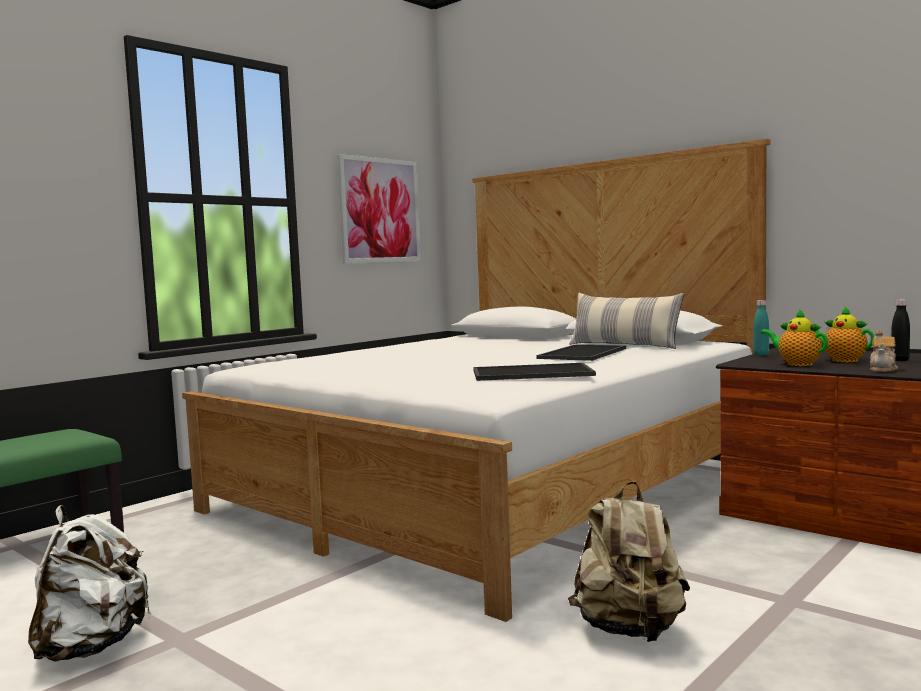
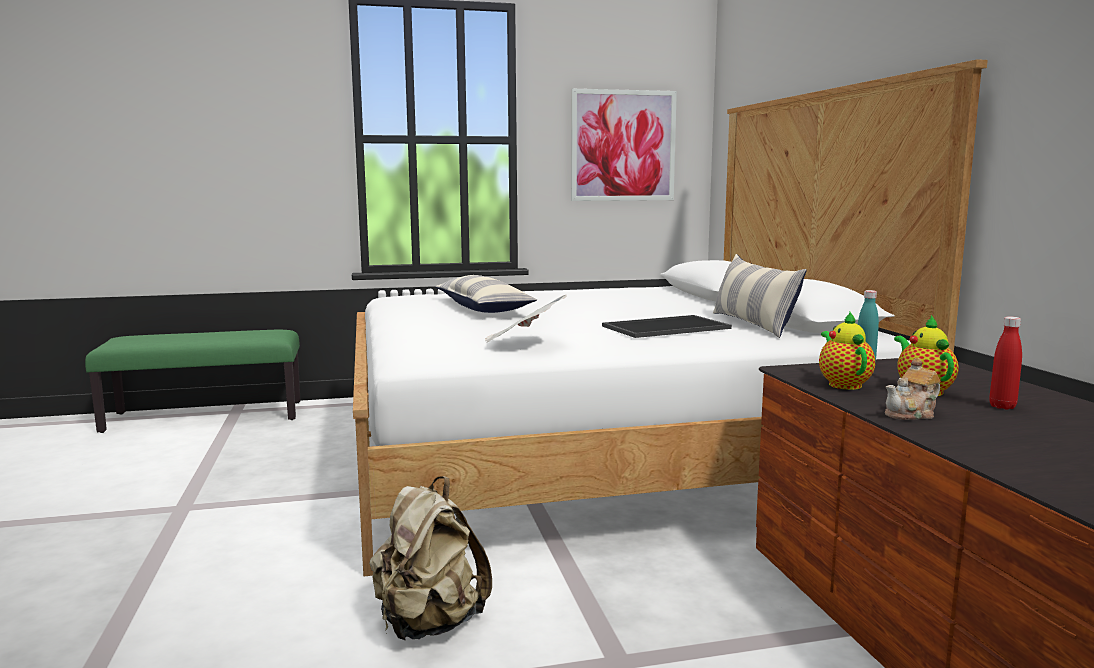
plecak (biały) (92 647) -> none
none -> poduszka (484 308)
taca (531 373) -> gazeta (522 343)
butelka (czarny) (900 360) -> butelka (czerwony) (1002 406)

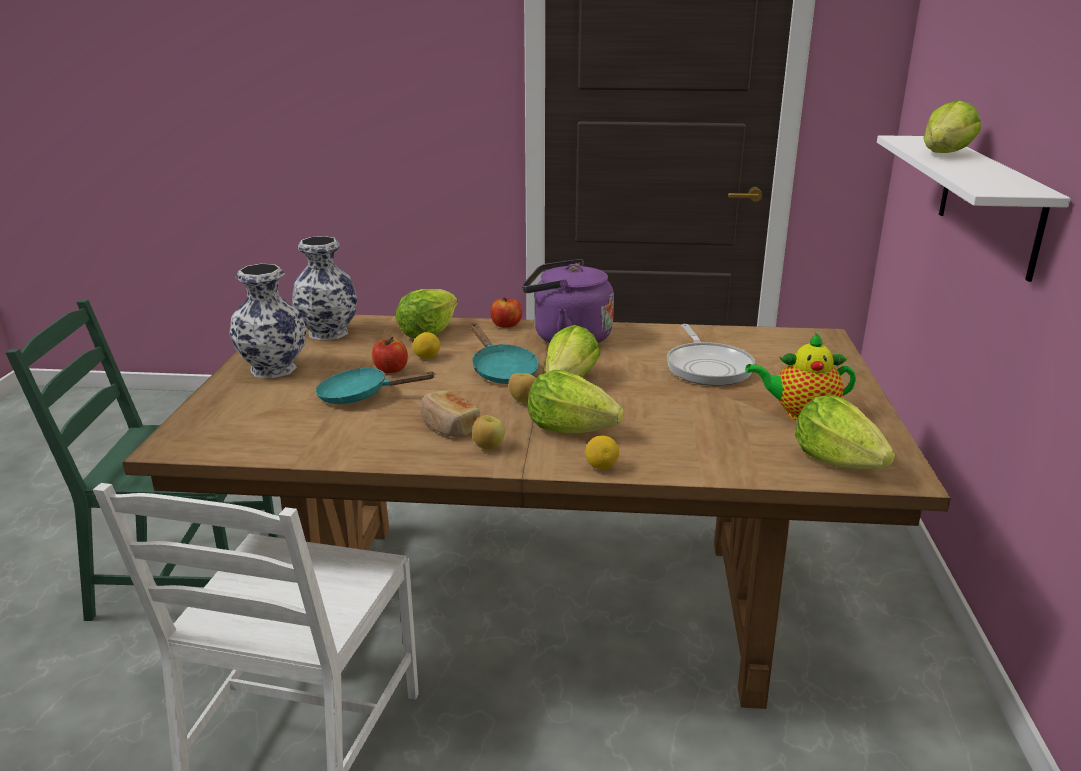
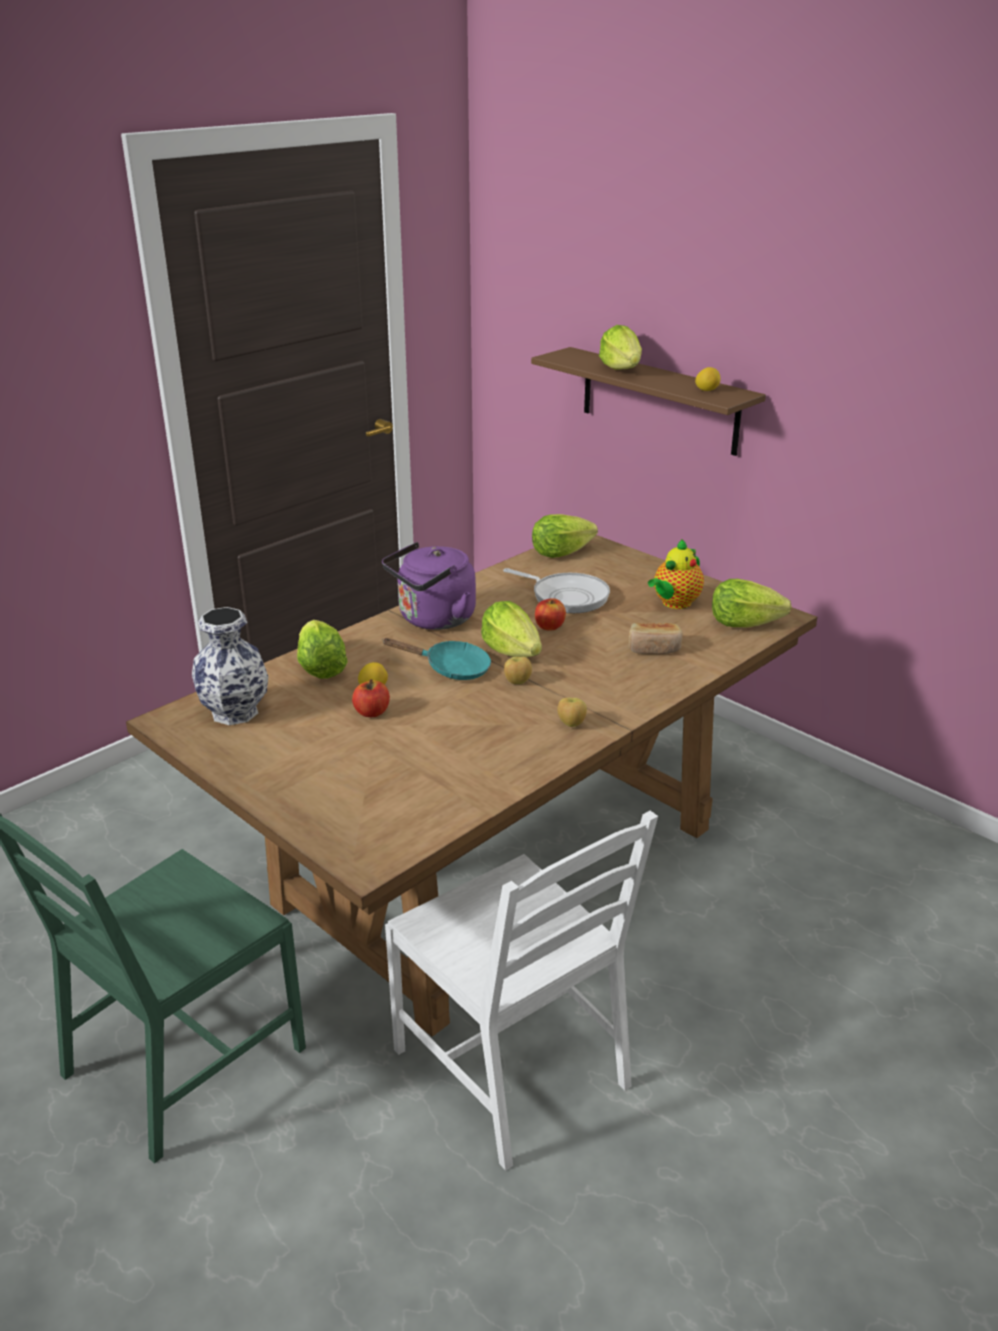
wazon (274 368) -> none
patelnia (turkusowy) (360 396) -> none
chleb (449 426) -> chleb (654 649), move
jabłko (506 325) -> jabłko (549 626), move
sałata (570 429) -> sałata (560 553), move
cytryna (601 467) -> cytryna (707 390), move
półka (biały) (989 203) -> półka (brązowy) (659 401)

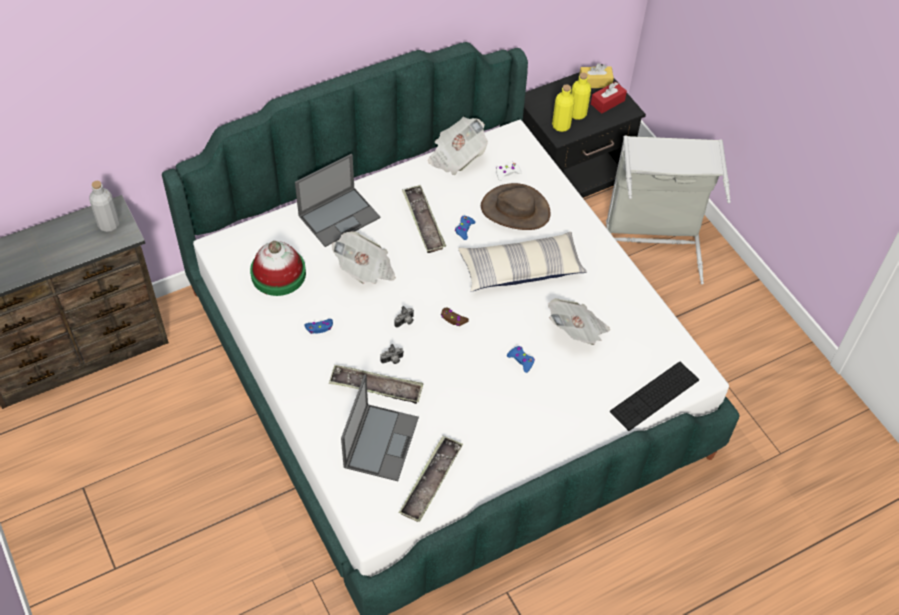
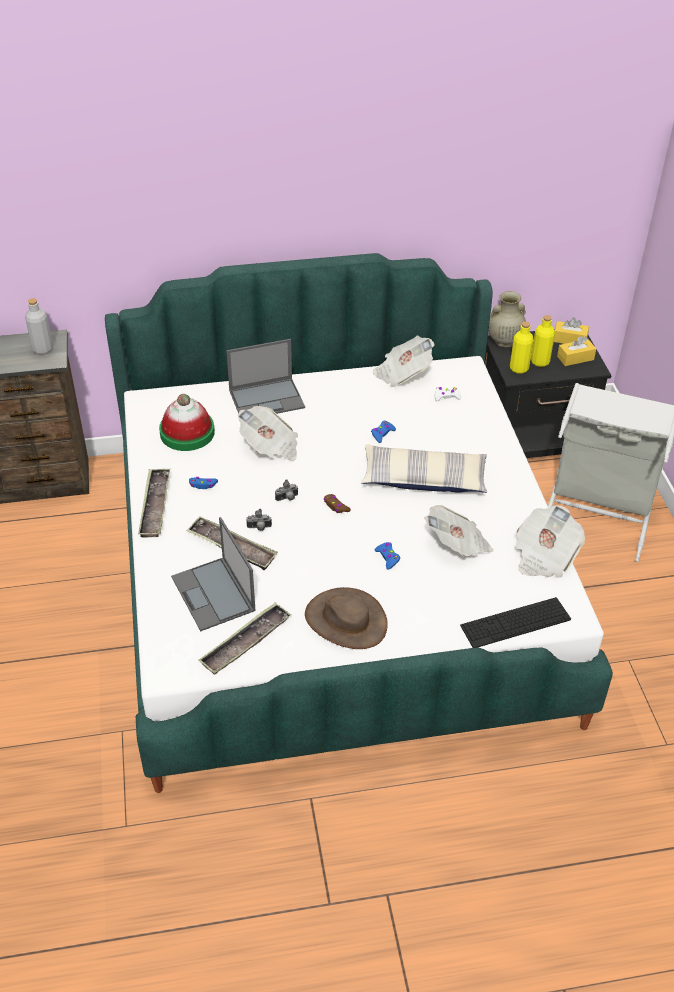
none -> wazon (beżowy) (504 341)
none -> gazeta (544 556)
taca (423 222) -> taca (155 506), move
kapelusz (brązowy) (515 210) -> kapelusz (brązowy) (346 620), move
pudełko chusteczek (czerwony) (607 102) -> pudełko chusteczek (żółty) (575 358)
laptop (381 441) -> laptop (214 594), 120 degrees clockwise

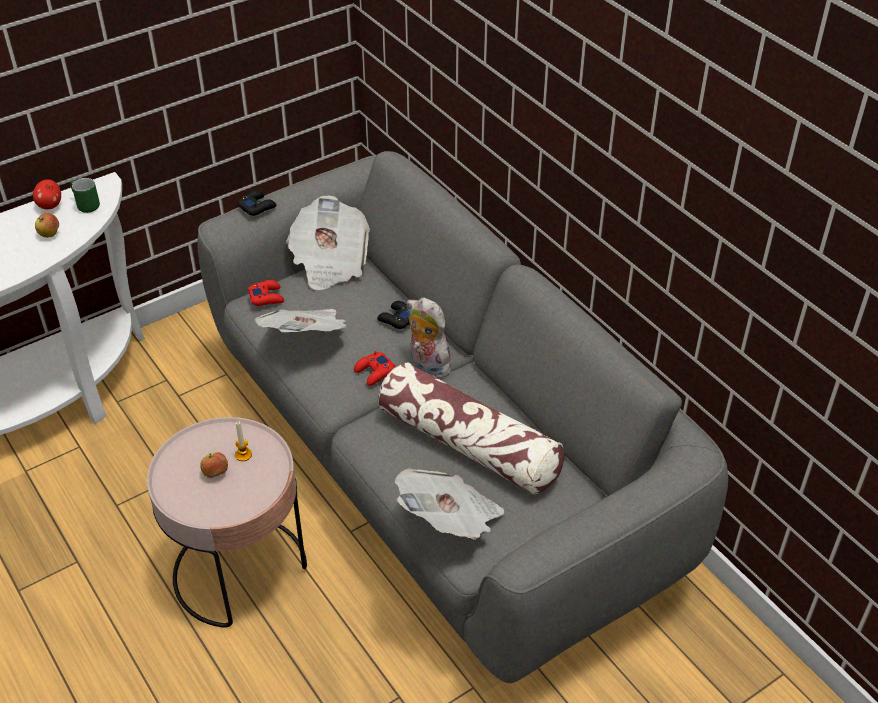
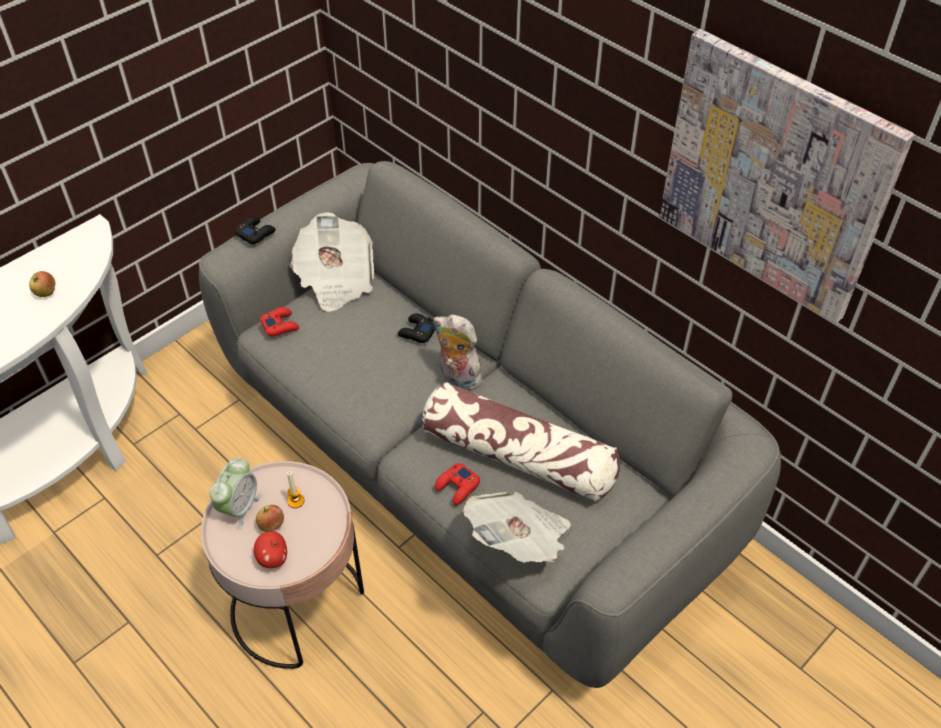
kubek (zielony) (84 205) -> none
gazeta (306 338) -> none
none -> budzik (239 507)
none -> obraz (774 177)
jabłko (50 205) -> jabłko (273 558), move
pad do gier (czerwony) (374 372) -> pad do gier (czerwony) (457 487), move

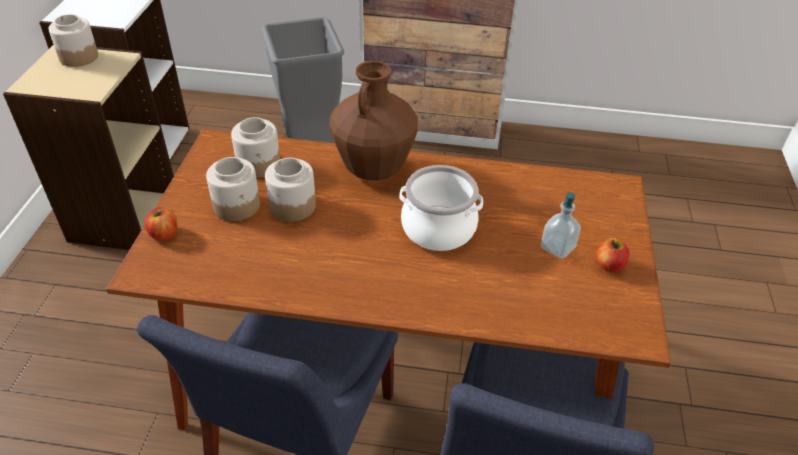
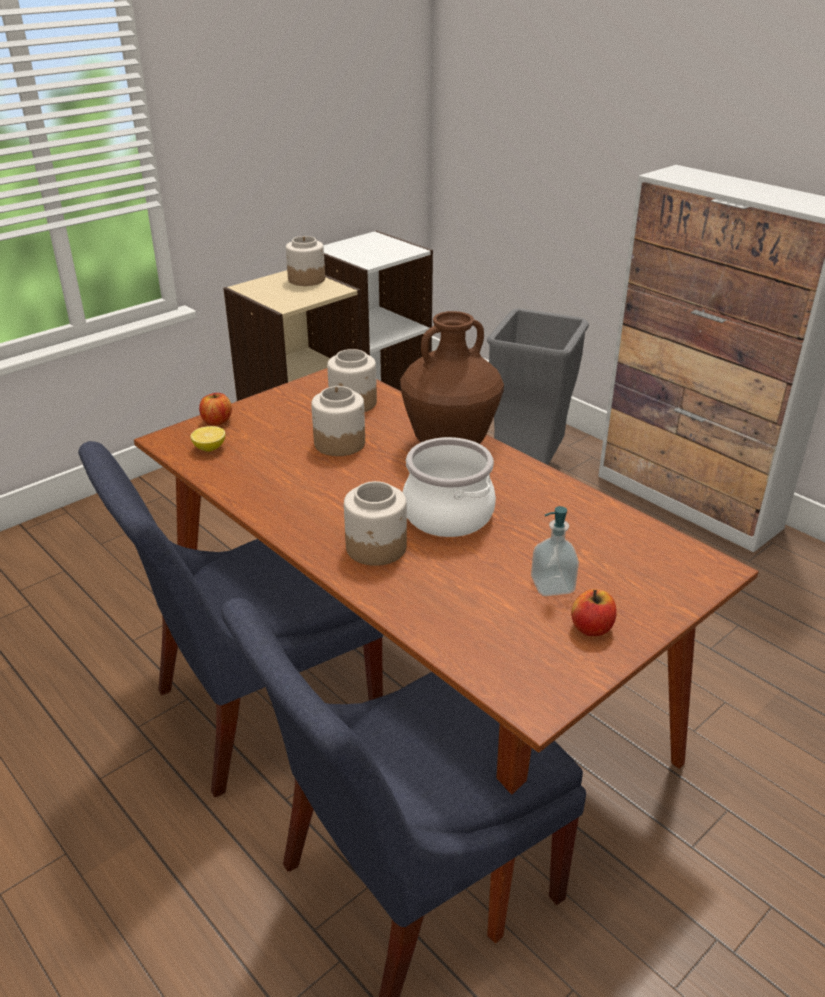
none -> cytryna (210 448)
słoik (237 206) -> słoik (376 548), move

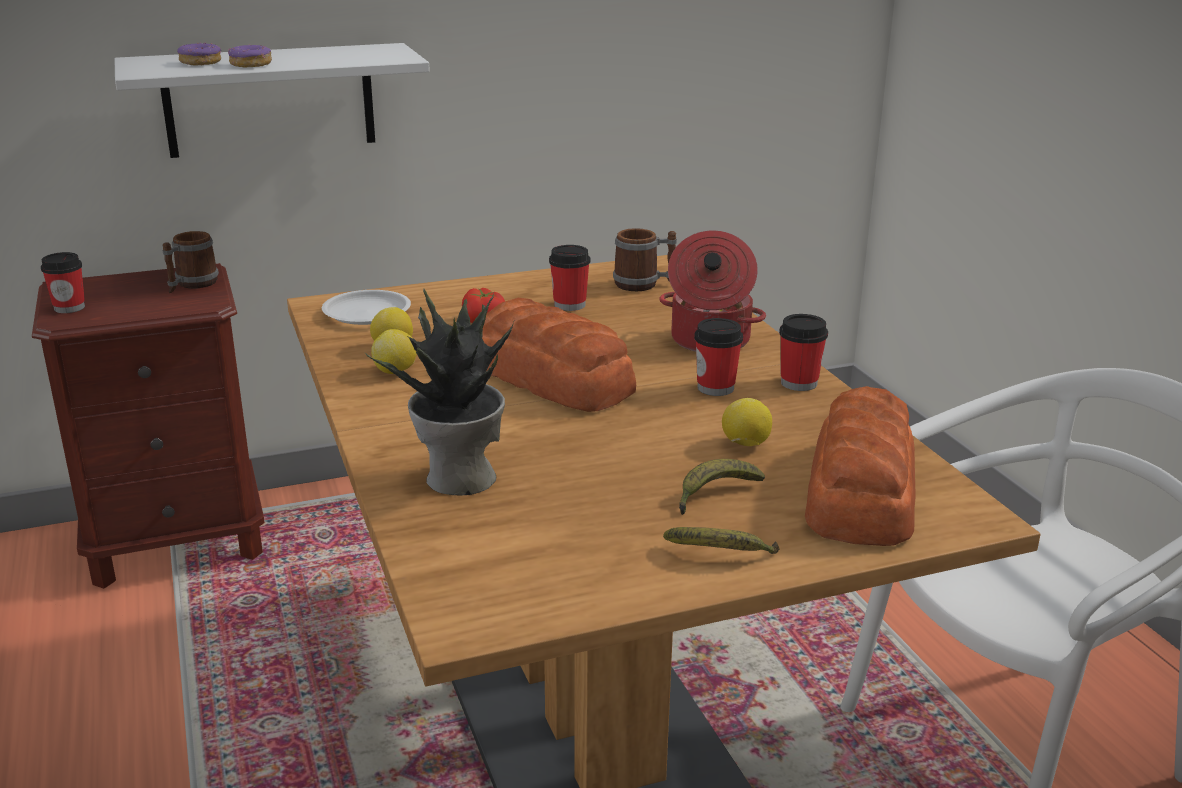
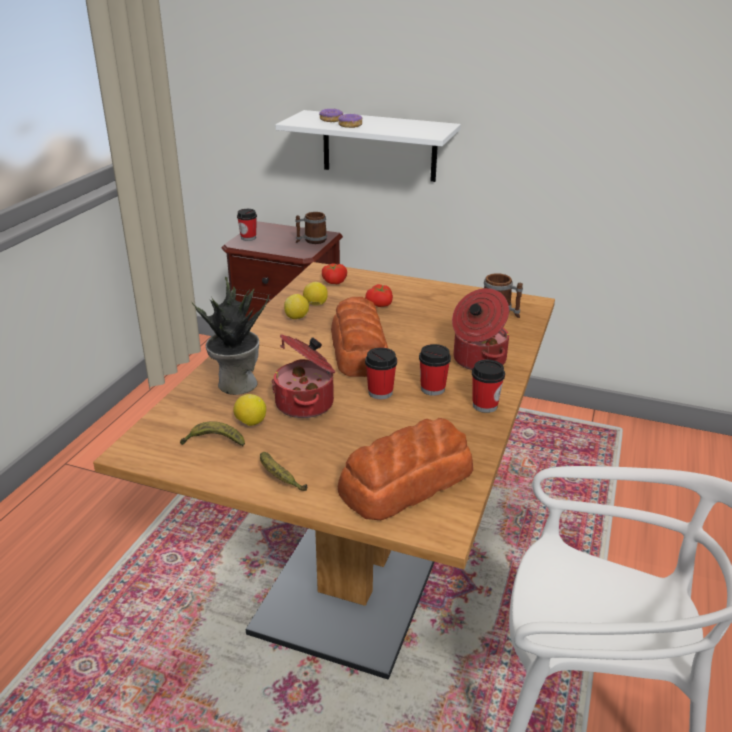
none -> garnek (306 403)
filiżanka (569 305) -> filiżanka (380 392), move
banan (714 495) -> banan (214 442), move
cytryna (745 444) -> cytryna (250 422), move
talerz (biały) (367 313) -> pomidor (333 282)

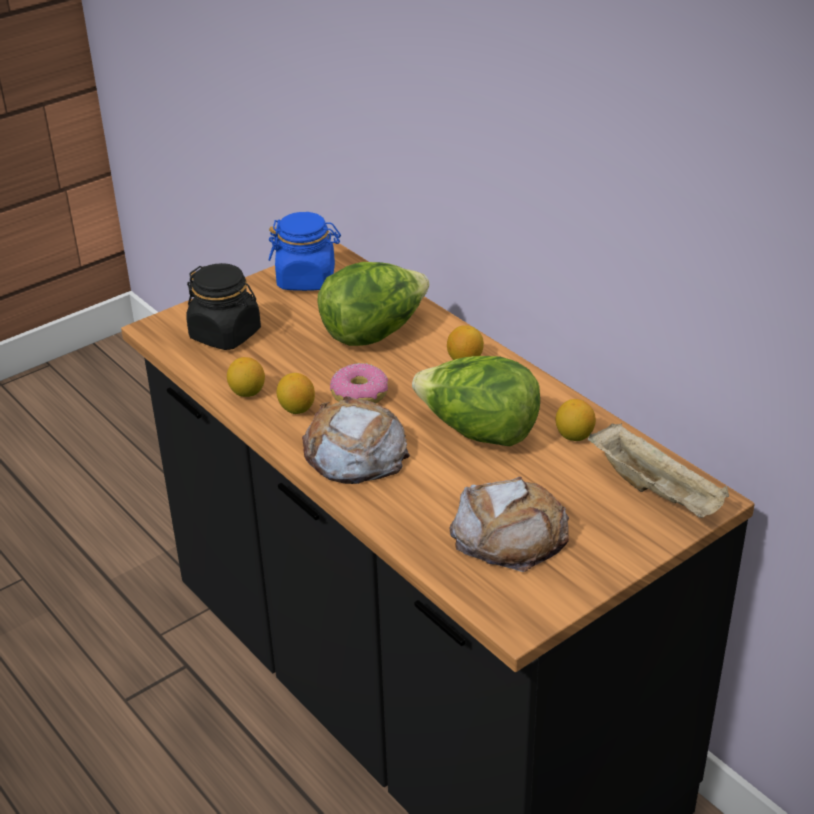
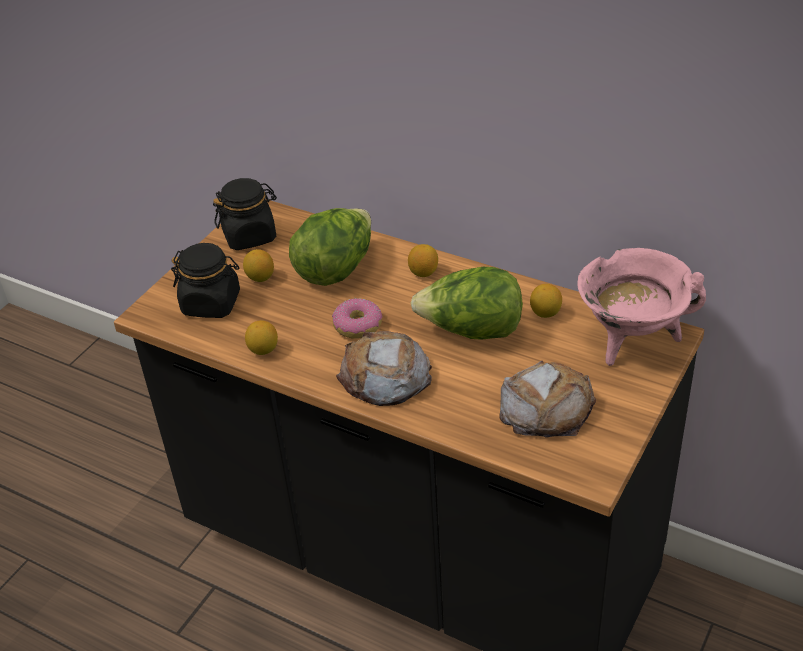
cytryna (297 409) -> cytryna (260 278), move
taca (beżowy) (656 491) -> garnek (różowy) (631 340)
słoik (niebieski) (307 279) -> słoik (czarny) (250 236)

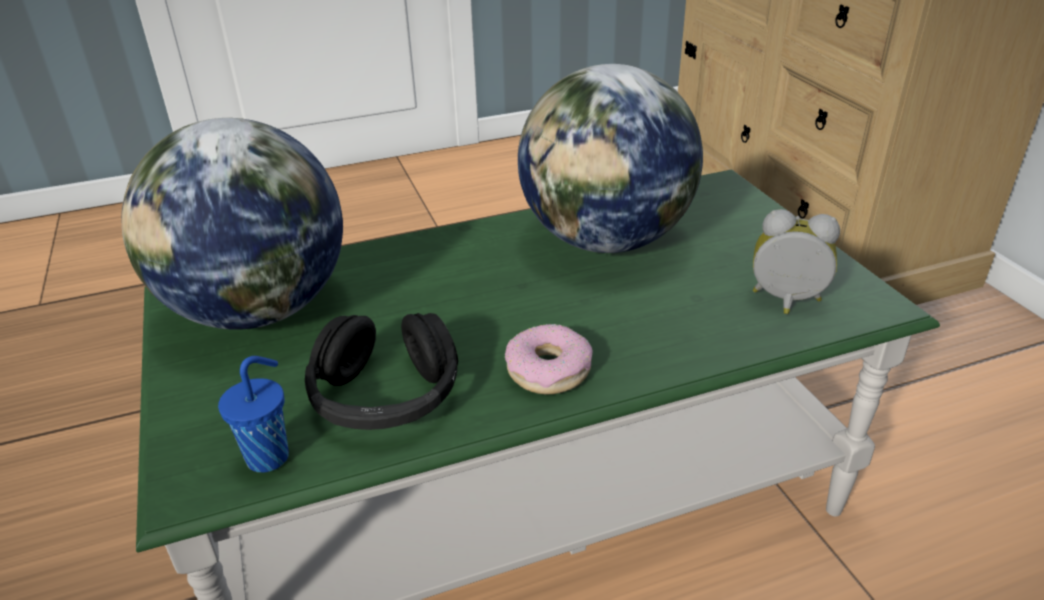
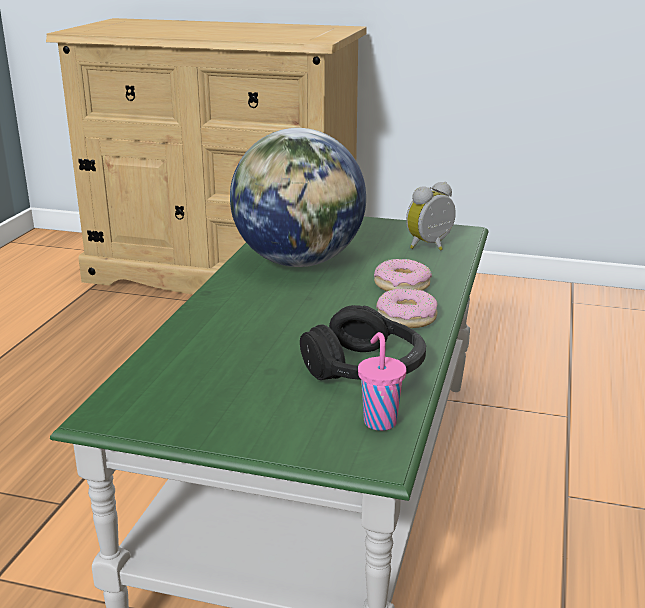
globus (258 311) -> none
none -> donut (401 285)
filiżanka (niebieski) (270 456) -> filiżanka (różowy) (379 421)

